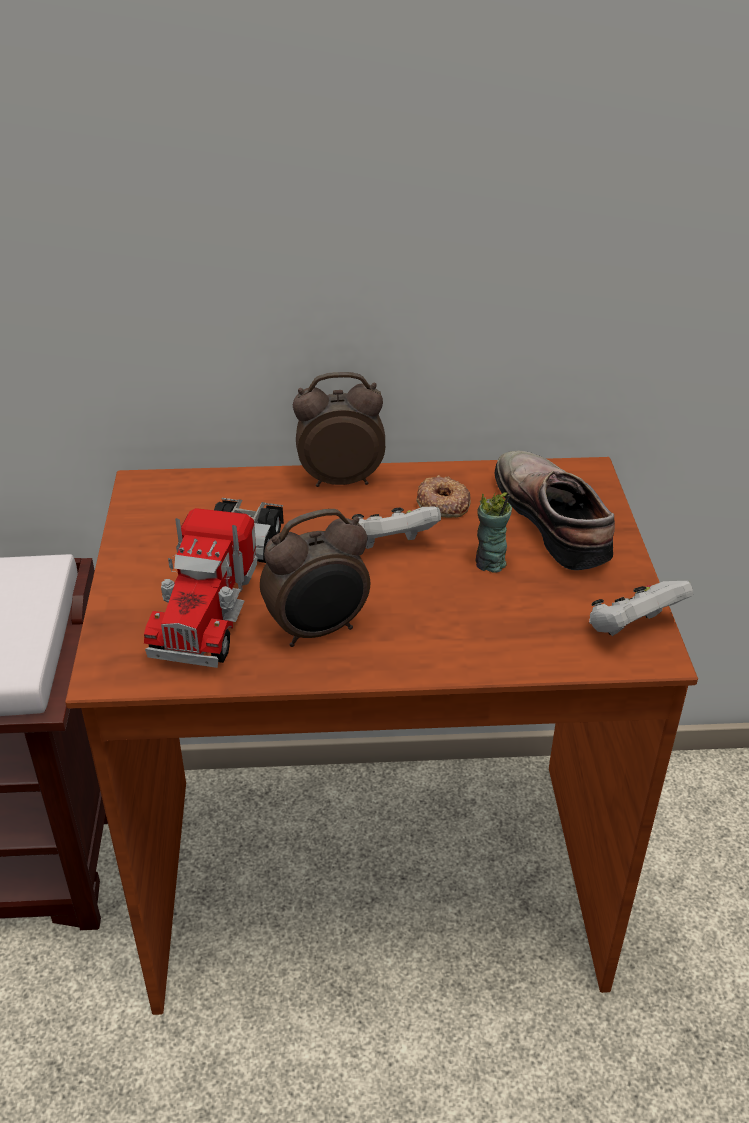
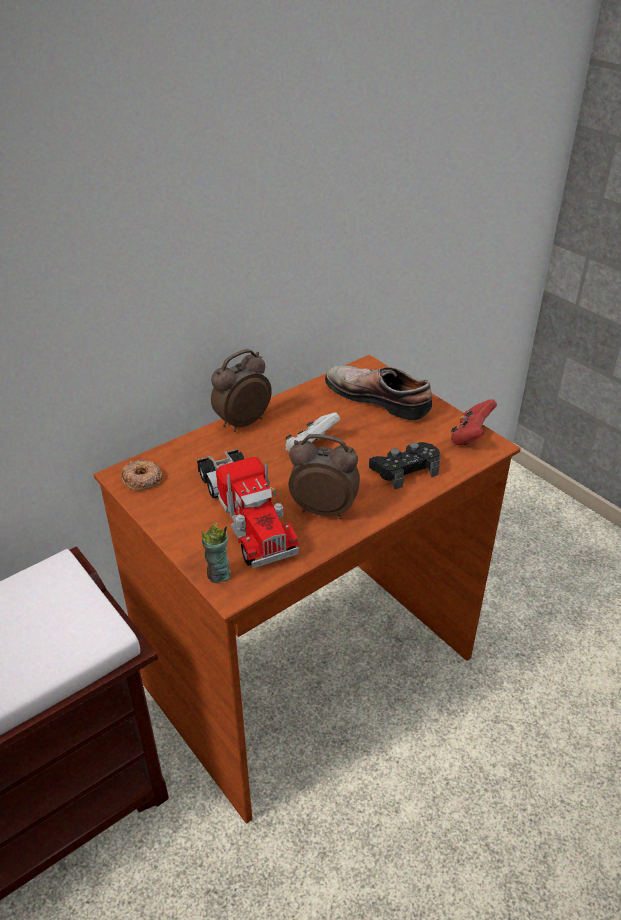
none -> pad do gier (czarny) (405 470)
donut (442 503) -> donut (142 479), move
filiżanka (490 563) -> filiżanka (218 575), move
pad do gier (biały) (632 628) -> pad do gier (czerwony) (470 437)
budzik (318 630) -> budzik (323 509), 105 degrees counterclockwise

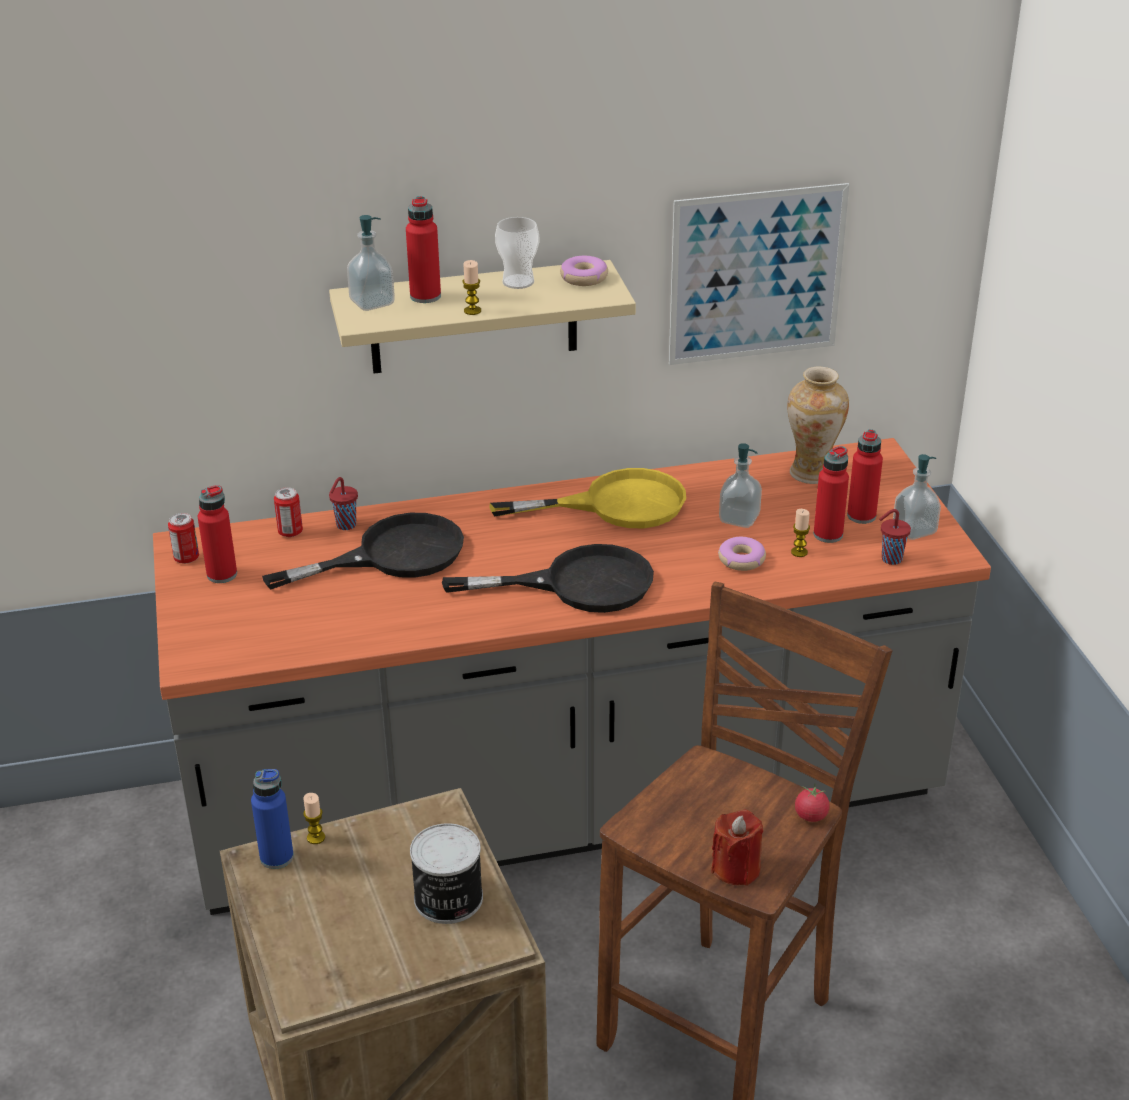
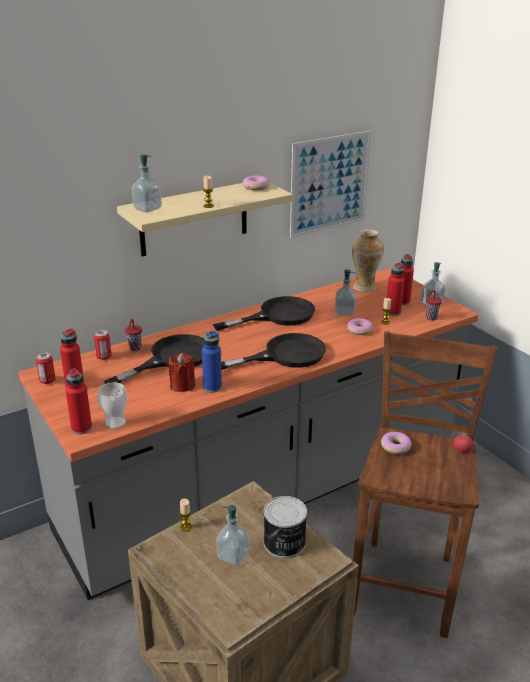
none -> dozownik mydła (233 555)
none -> donut (395 446)
butelka (niebieski) (276 857) -> butelka (niebieski) (212 387), move
butelka (czerwony) (425 296) -> butelka (czerwony) (81 428), move
filiżanka (518 282) -> filiżanka (115 423), move
świeca (czerwony) (736 868) -> świeca (czerwony) (182 385), move
patelnia (żółty) (616 505) -> patelnia (czarny) (277 316)

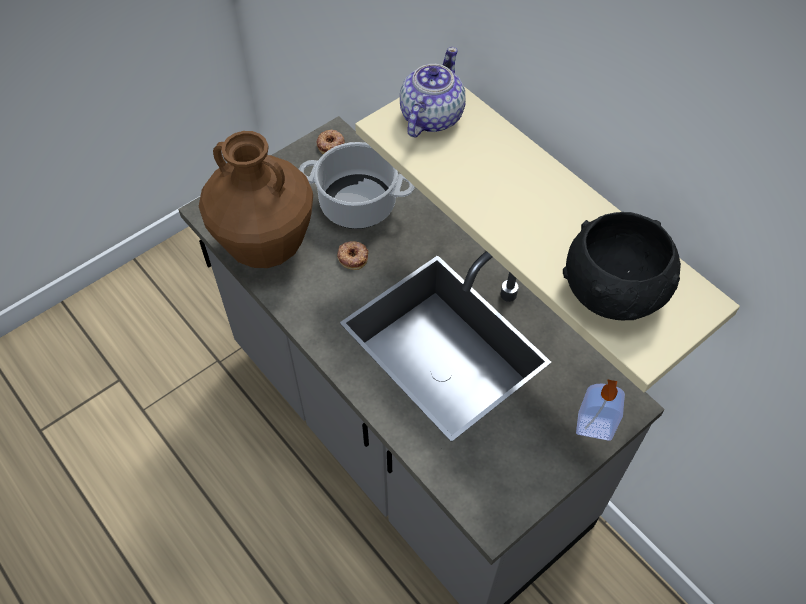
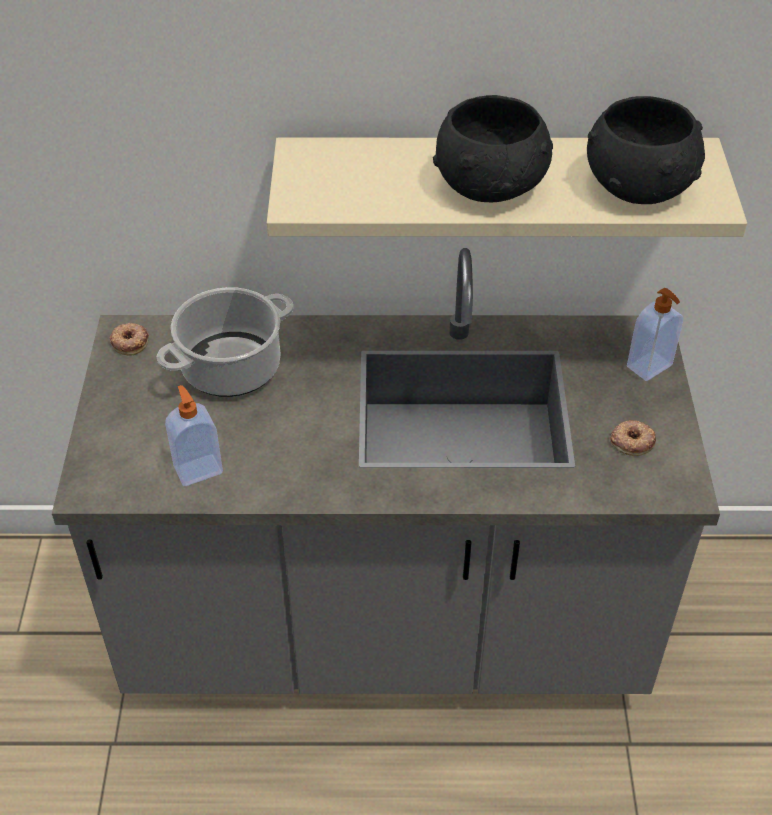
imbryk (430 117) -> none
none -> miska (czarny) (492 185)
donut (353 257) -> donut (632 441), move
wazon (brązowy) (265 247) -> dozownik mydła (197 469)

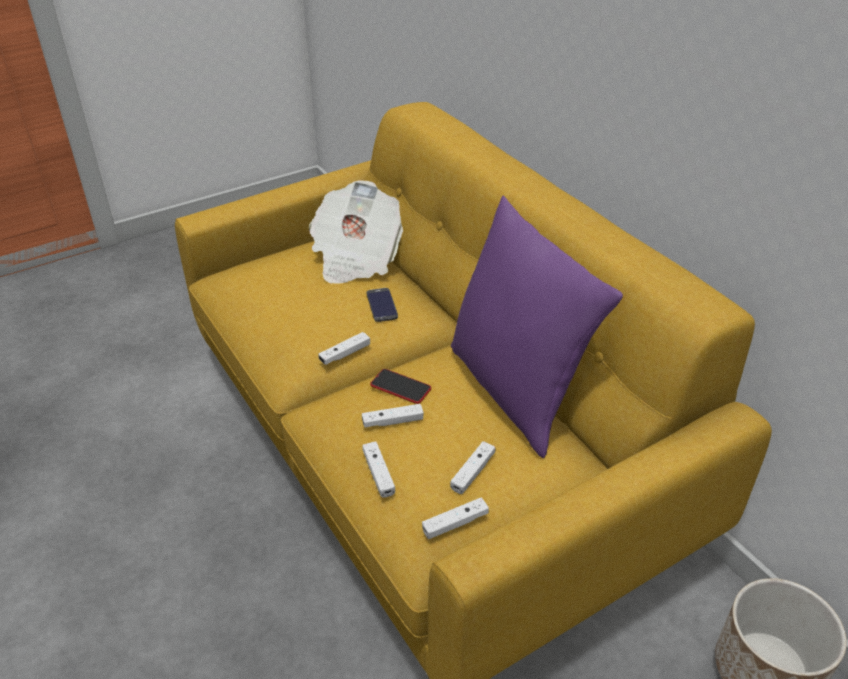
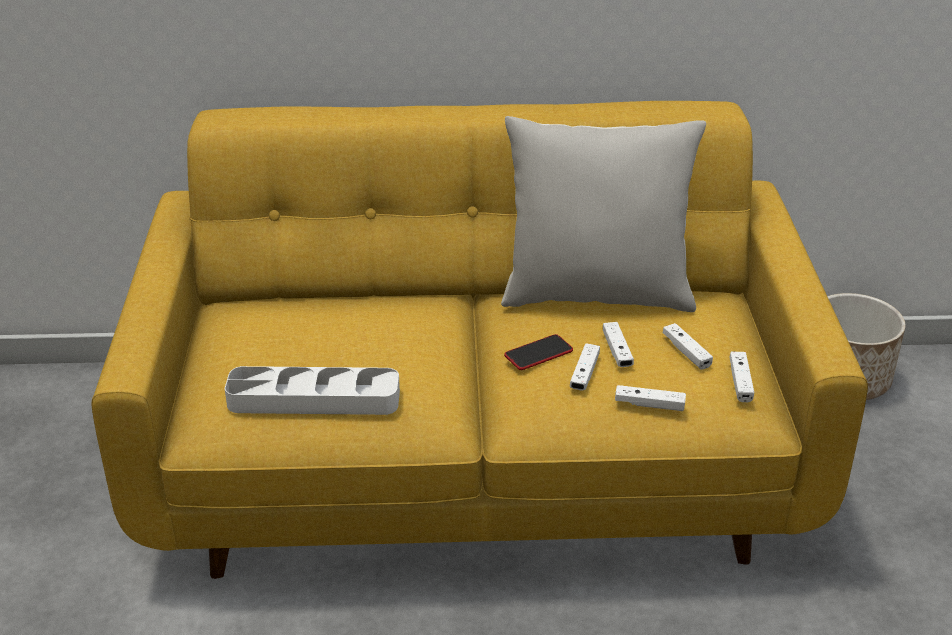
gazeta (356 256) -> none
telefon (382 305) -> none
none -> taca (szary) (314 399)
pad do gier (biały) (345 354) -> pad do gier (biały) (617 351), move
poduszka (fioletowy) (516 390) -> poduszka (szary) (596 294)

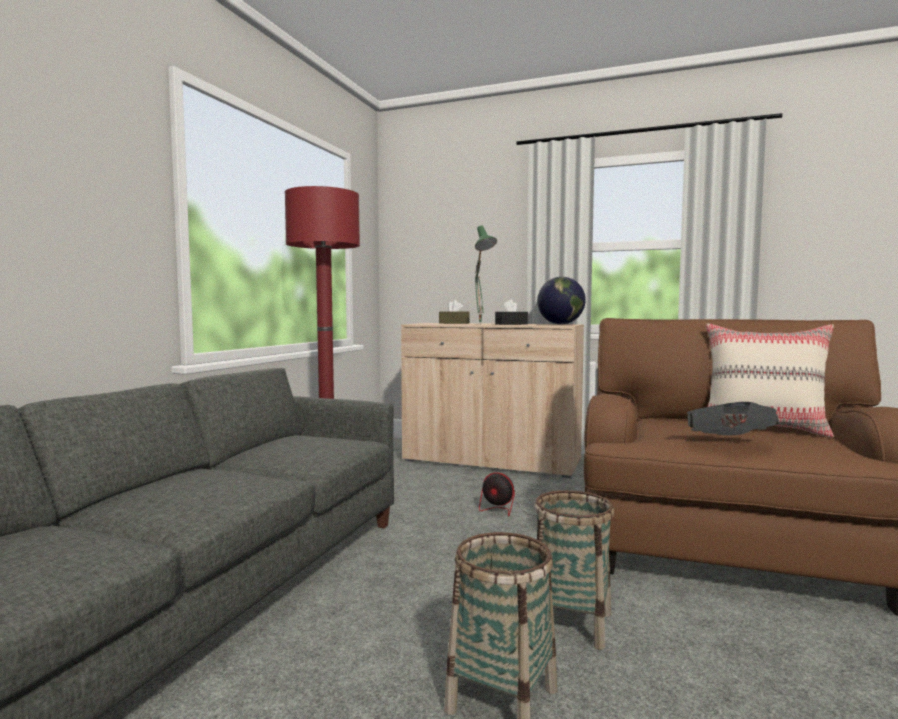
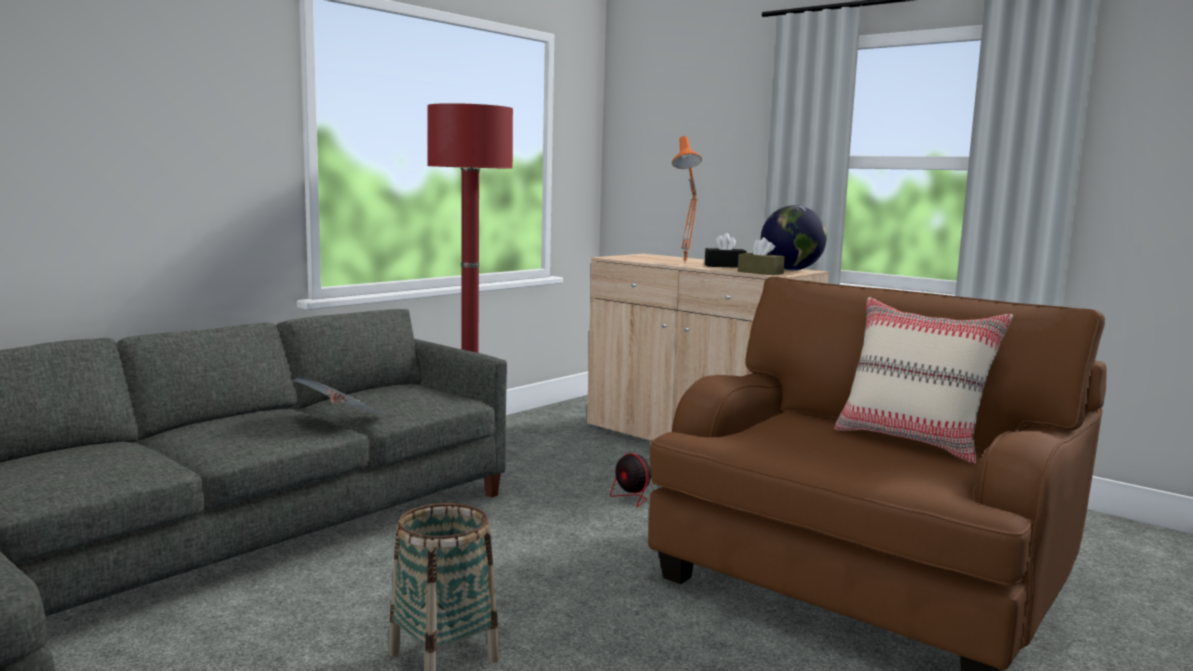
koszyk (571 623) -> none
pudełko chusteczek (brązowy) (454 323) -> pudełko chusteczek (brązowy) (760 272), move
gazeta (729 443) -> gazeta (341 420), move
lampa stołowa (zielony) (482 324) -> lampa stołowa (pomarańczowy) (687 264)

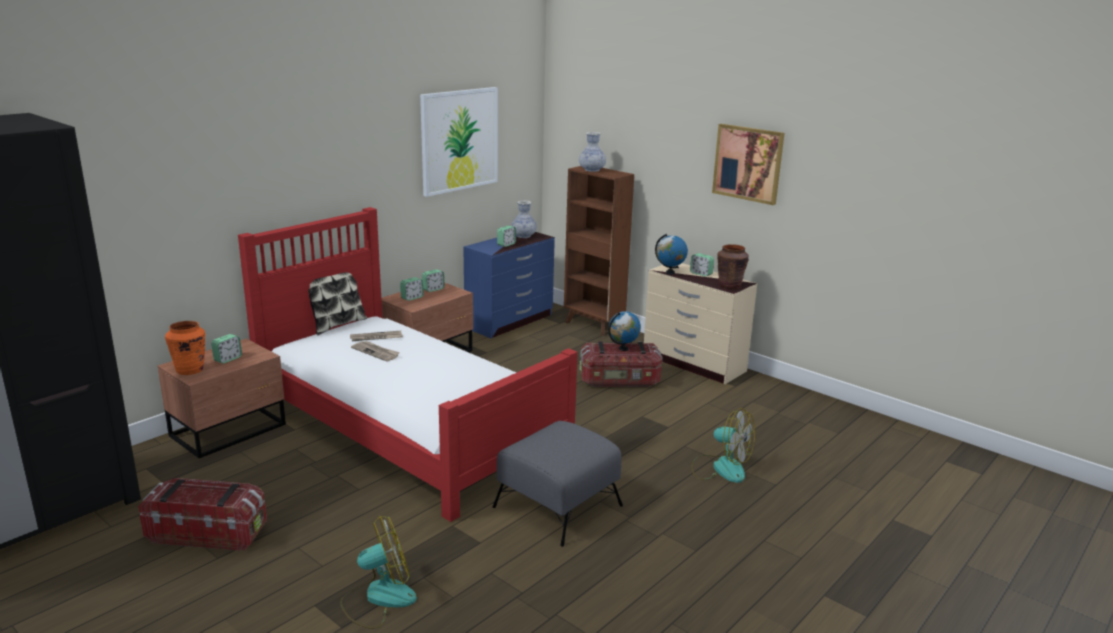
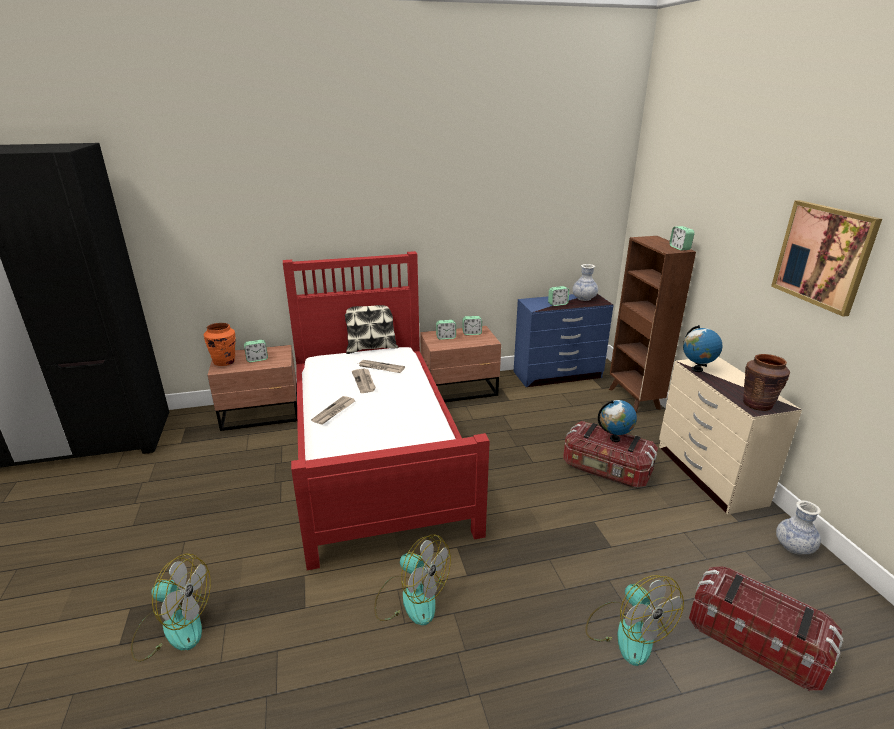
obraz (459 140) -> none
none -> gazeta (334 412)
pojemnik do przechowywania (208 533) -> pojemnik do przechowywania (755 640), move
wazon (592 170) -> wazon (794 547), move
budzik (701 274) -> budzik (679 248), move
pufa (szary) (558 506) -> wentylator (410 598)

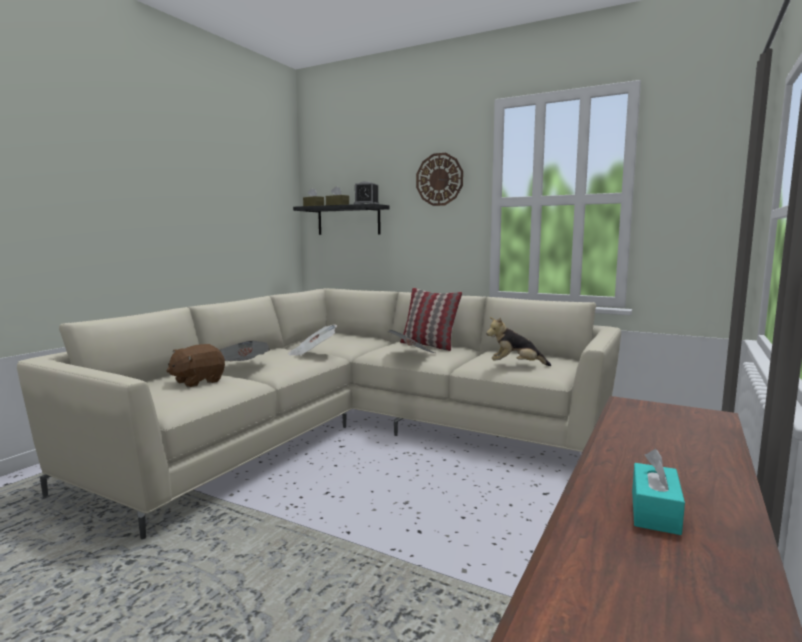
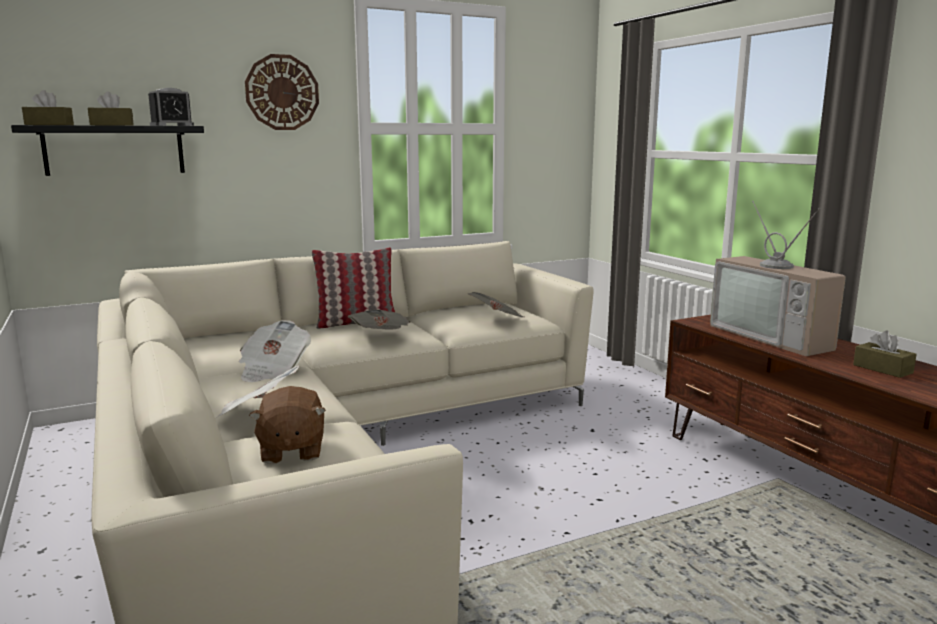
none -> telewizor (776 337)
pluszak (515 365) -> gazeta (497 320)
pudełko chusteczek (turkusowy) (655 511) -> pudełko chusteczek (brązowy) (882 369)

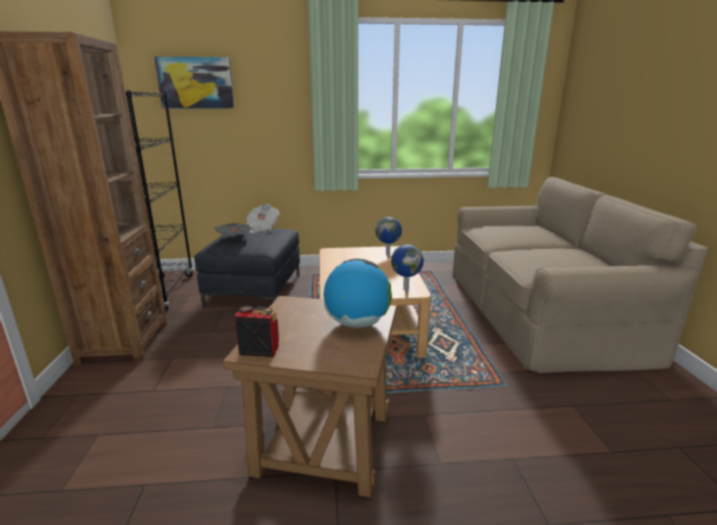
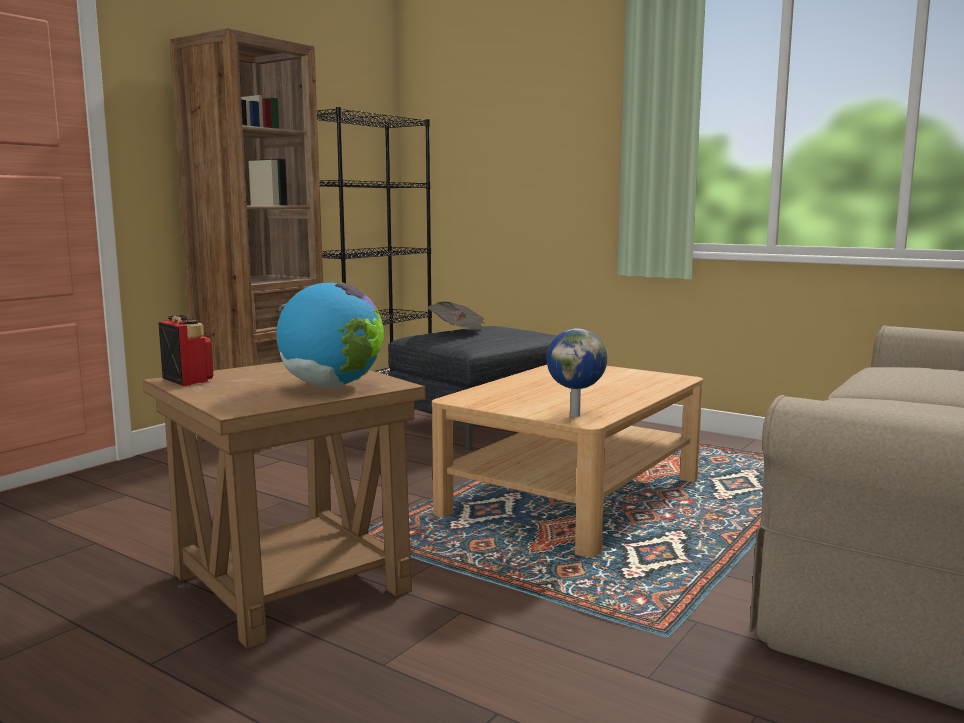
obraz (196 83) -> none
gazeta (262 228) -> none
globus (388 254) -> none

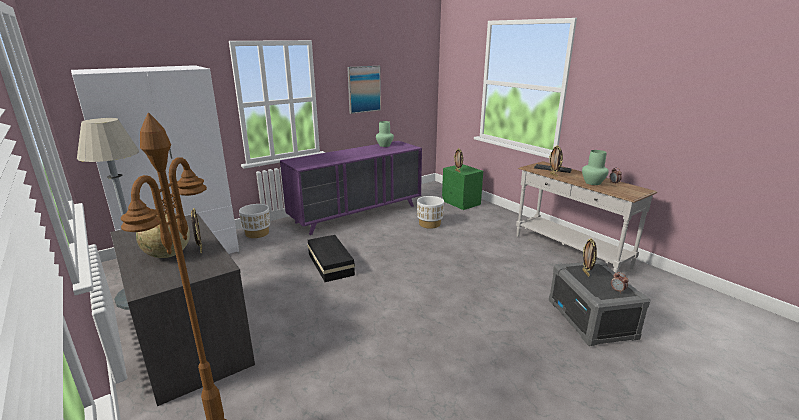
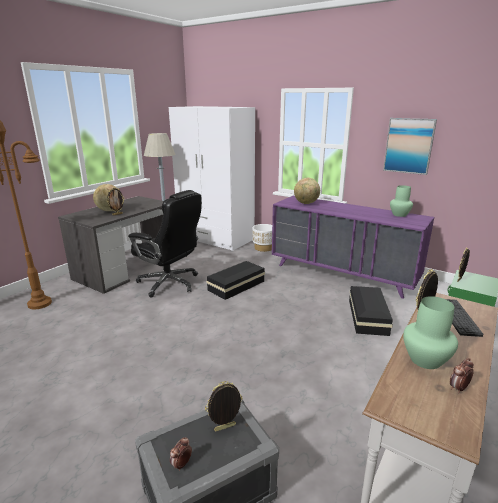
none -> krzesło biurowe (czarny) (170 283)
none -> globus (306 203)
donica (biały) (429 224) -> pojemnik do przechowywania (czarny) (367 317)

